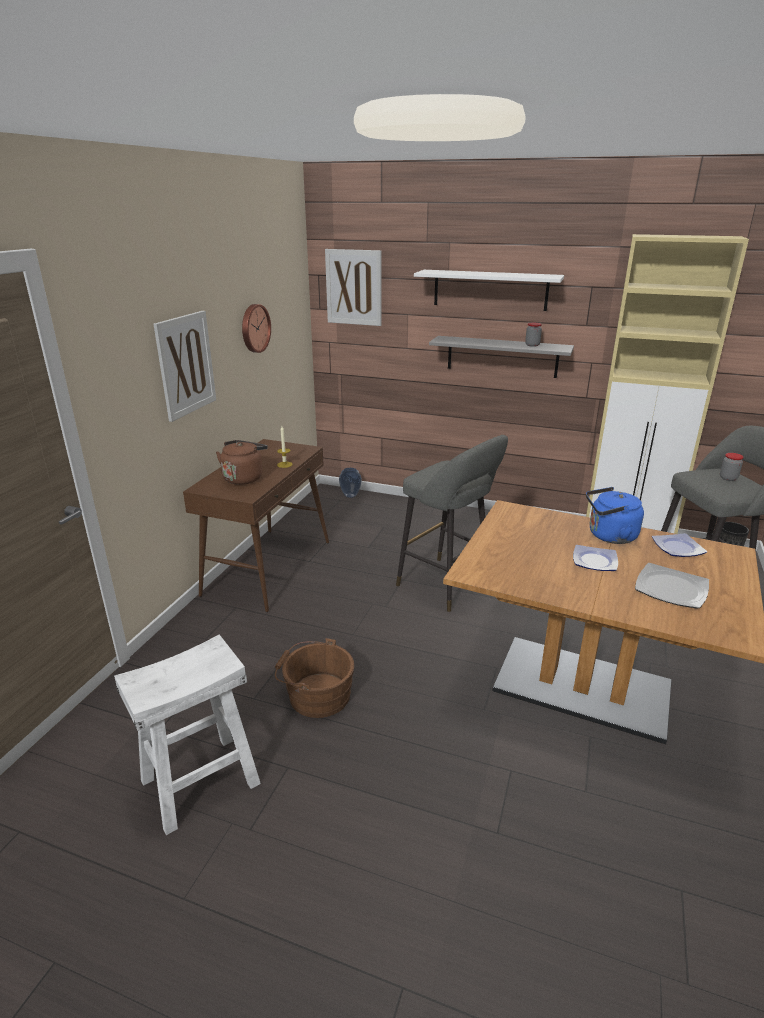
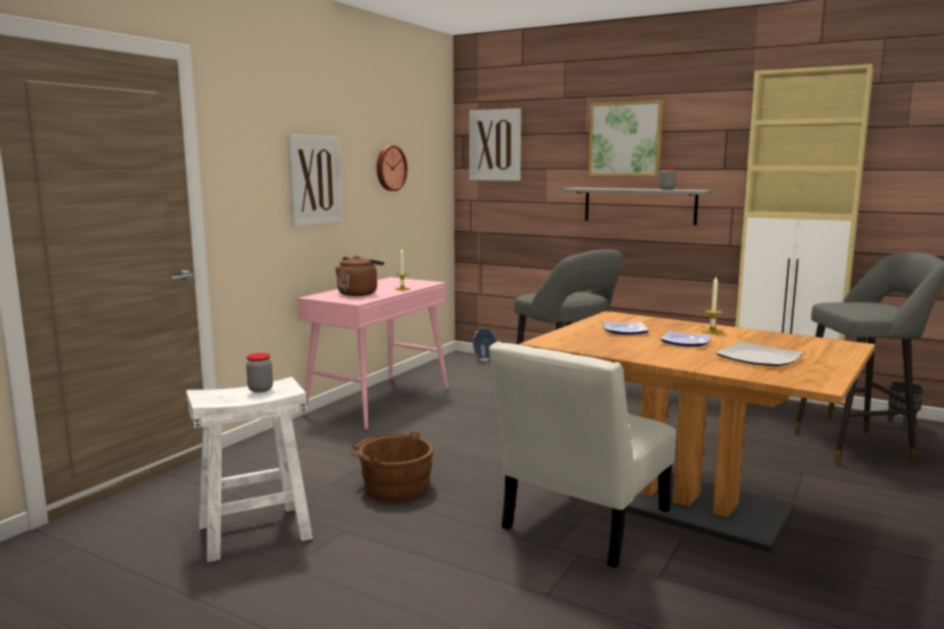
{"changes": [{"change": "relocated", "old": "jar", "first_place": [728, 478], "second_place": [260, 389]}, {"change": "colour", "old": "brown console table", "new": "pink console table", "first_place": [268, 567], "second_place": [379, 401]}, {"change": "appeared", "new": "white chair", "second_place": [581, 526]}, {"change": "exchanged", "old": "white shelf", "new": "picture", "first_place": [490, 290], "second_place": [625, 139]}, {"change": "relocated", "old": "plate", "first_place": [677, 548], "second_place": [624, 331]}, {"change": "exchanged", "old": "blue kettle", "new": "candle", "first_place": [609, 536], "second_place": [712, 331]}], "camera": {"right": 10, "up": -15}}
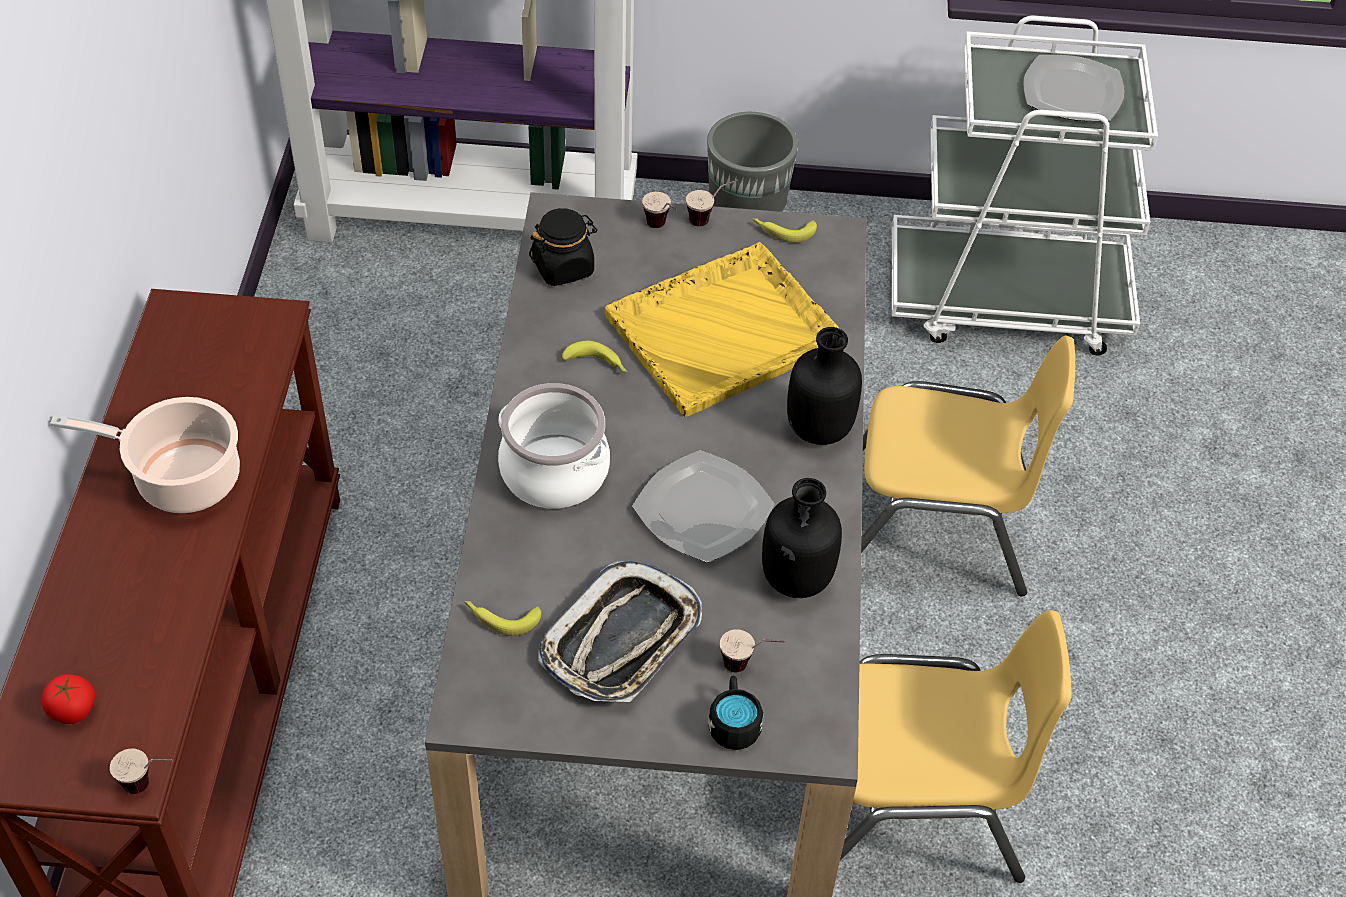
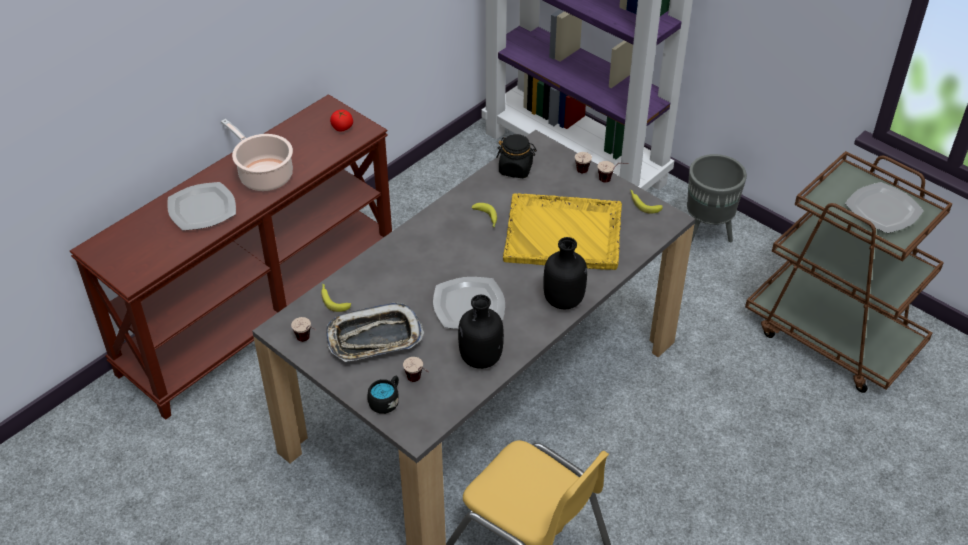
{"changes": [{"change": "appeared", "new": "plate", "second_place": [202, 208]}, {"change": "relocated", "old": "cup", "first_place": [151, 785], "second_place": [307, 341]}, {"change": "relocated", "old": "tomato", "first_place": [72, 710], "second_place": [342, 128]}, {"change": "colour", "old": "white cart", "new": "brown cart", "first_place": [1007, 299], "second_place": [833, 336]}, {"change": "missing", "old": "cooking pot", "first_place": [555, 471]}, {"change": "missing", "old": "yellow chair", "first_place": [935, 527]}], "camera": {"right": 40, "up": -5}}
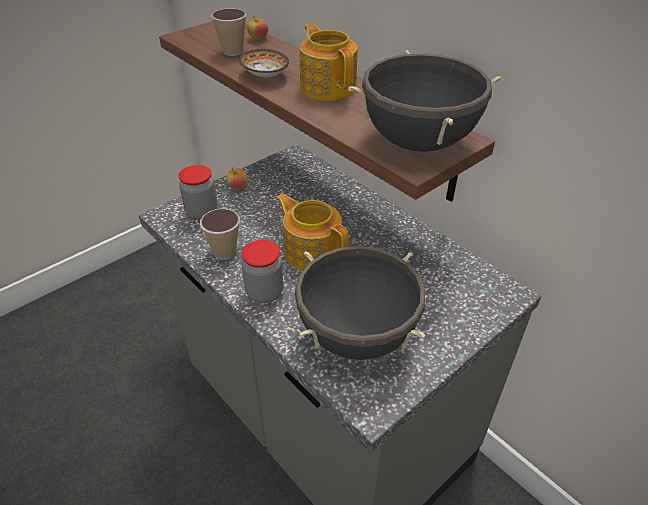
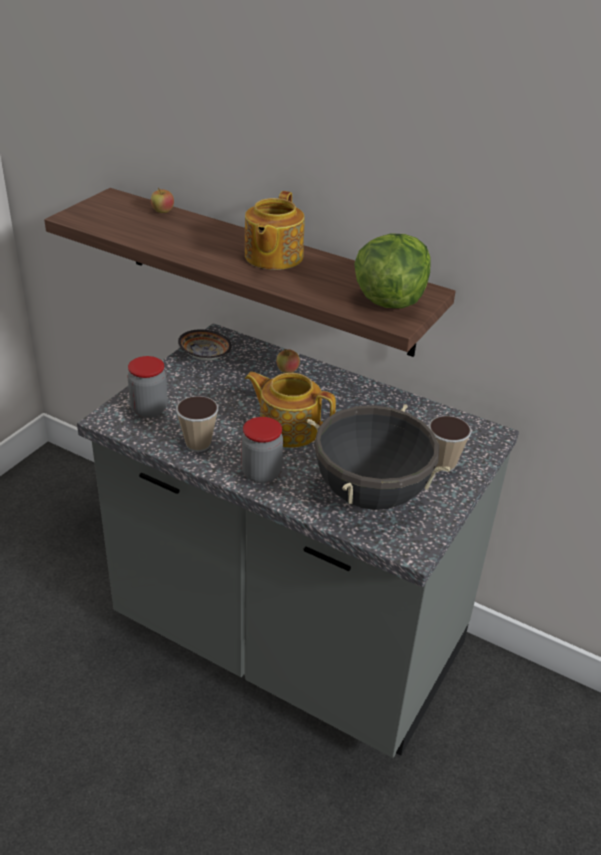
{"changes": [{"change": "relocated", "old": "bowl", "first_place": [265, 75], "second_place": [205, 356]}, {"change": "spun", "old": "teapot", "first_place": [328, 87], "second_place": [272, 257], "degrees": -120}, {"change": "relocated", "old": "apple", "first_place": [238, 187], "second_place": [287, 371]}, {"change": "exchanged", "old": "black cooking pot", "new": "lettuce", "first_place": [418, 142], "second_place": [389, 300]}, {"change": "relocated", "old": "cup", "first_place": [232, 51], "second_place": [443, 464]}], "camera": {"right": -20, "up": -5}}
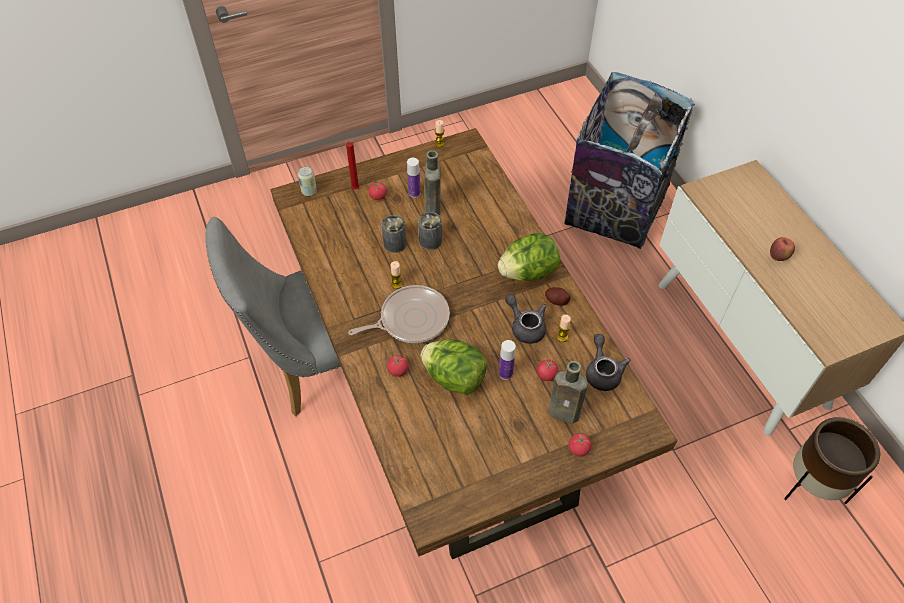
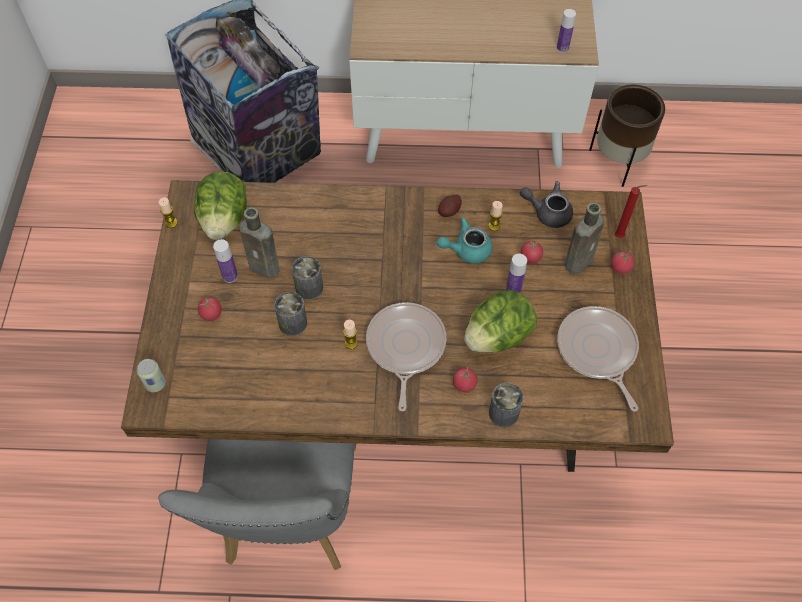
{"changes": [{"change": "relocated", "old": "lettuce", "first_place": [528, 272], "second_place": [224, 219]}, {"change": "colour", "old": "grey teapot", "new": "turquoise teapot", "first_place": [525, 326], "second_place": [466, 250]}, {"change": "appeared", "new": "can", "second_place": [503, 413]}, {"change": "appeared", "new": "bottle", "second_place": [562, 48]}, {"change": "appeared", "new": "frying pan", "second_place": [597, 351]}, {"change": "relocated", "old": "red candle", "first_place": [355, 190], "second_place": [620, 236]}, {"change": "missing", "old": "apple", "first_place": [778, 257]}], "camera": {"right": -65, "up": 5}}
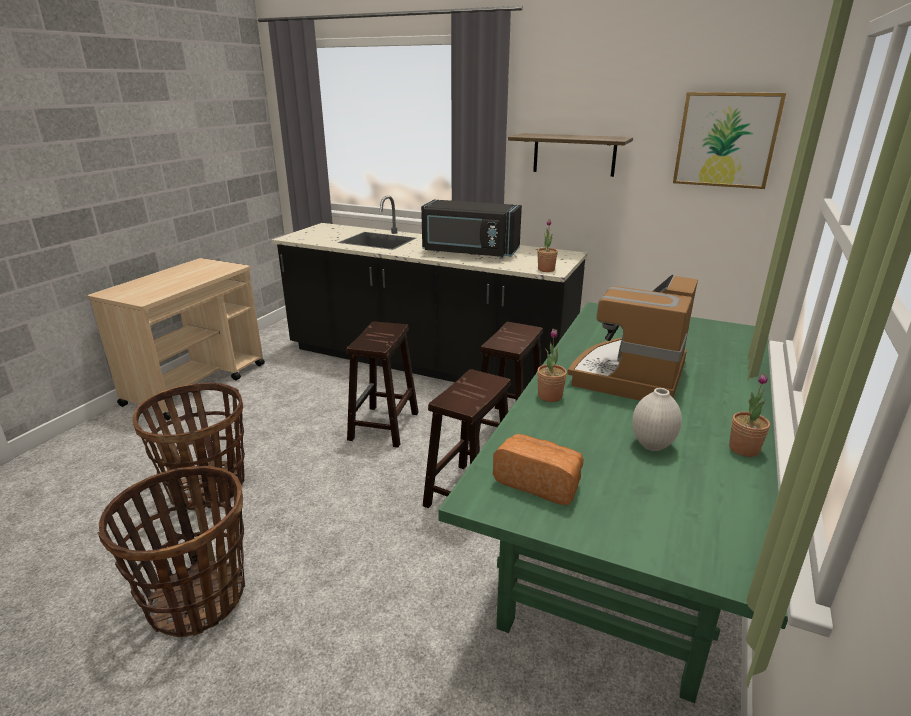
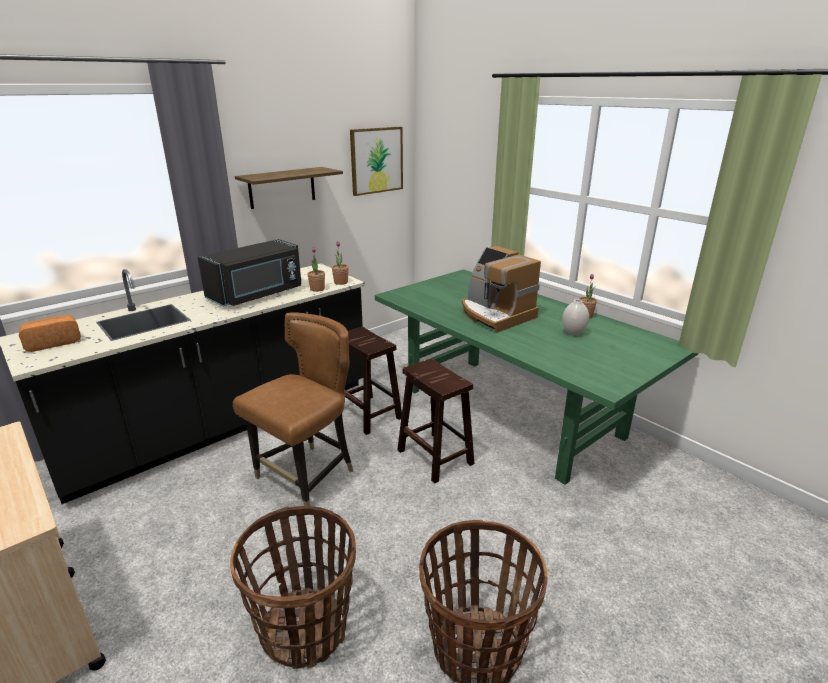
{"changes": [{"change": "relocated", "old": "bread", "first_place": [539, 482], "second_place": [53, 343]}, {"change": "exchanged", "old": "brown stool", "new": "brown chair", "first_place": [384, 426], "second_place": [307, 476]}, {"change": "relocated", "old": "potted plant", "first_place": [550, 396], "second_place": [317, 289]}], "camera": {"right": -65, "up": 0}}
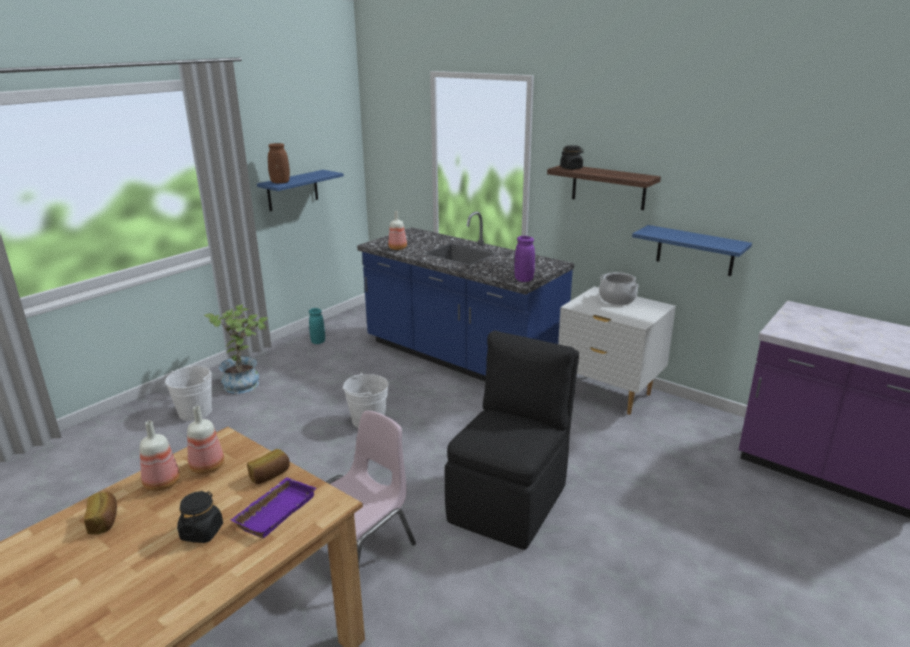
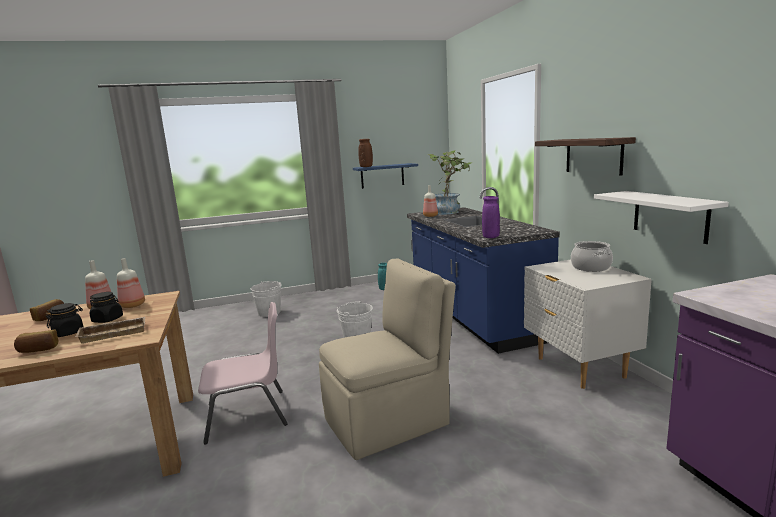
{"changes": [{"change": "relocated", "old": "bread", "first_place": [270, 475], "second_place": [38, 350]}, {"change": "colour", "old": "purple tray", "new": "beige tray", "first_place": [275, 510], "second_place": [114, 333]}, {"change": "relocated", "old": "black jar", "first_place": [571, 168], "second_place": [108, 319]}, {"change": "colour", "old": "black chair", "new": "beige chair", "first_place": [510, 501], "second_place": [389, 421]}, {"change": "relocated", "old": "potted plant", "first_place": [245, 382], "second_place": [450, 211]}, {"change": "colour", "old": "blue shelf", "new": "white shelf", "first_place": [695, 250], "second_place": [670, 216]}], "camera": {"right": 35, "up": -10}}
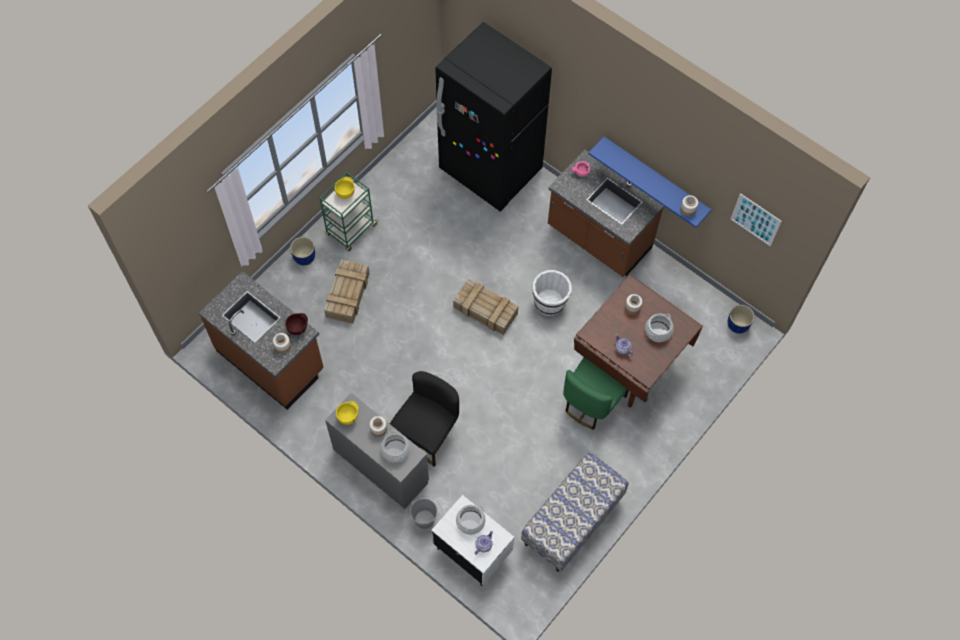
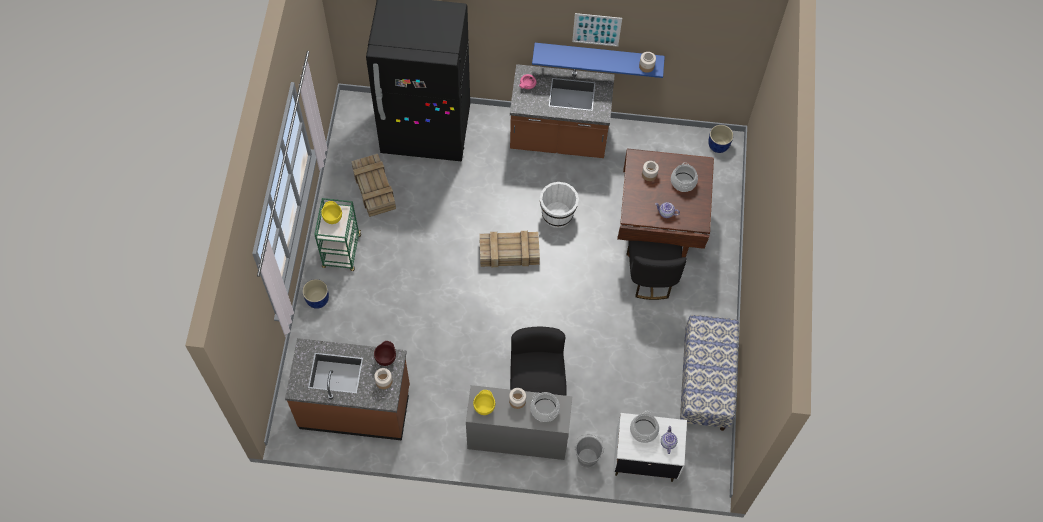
{"changes": [{"change": "relocated", "old": "crate", "first_place": [347, 294], "second_place": [373, 188]}, {"change": "relocated", "old": "picture", "first_place": [755, 219], "second_place": [596, 29]}, {"change": "colour", "old": "green chair", "new": "black chair", "first_place": [592, 401], "second_place": [651, 276]}], "camera": {"right": -35, "up": 0}}
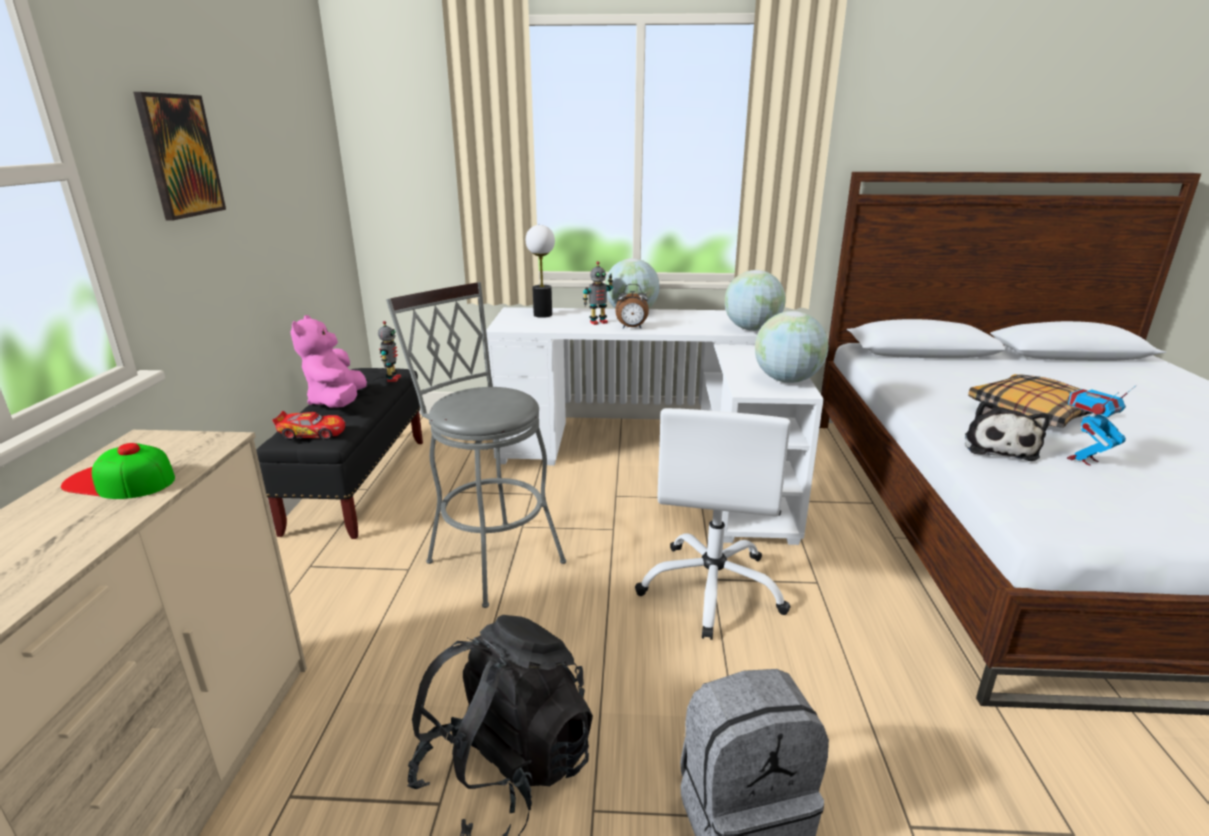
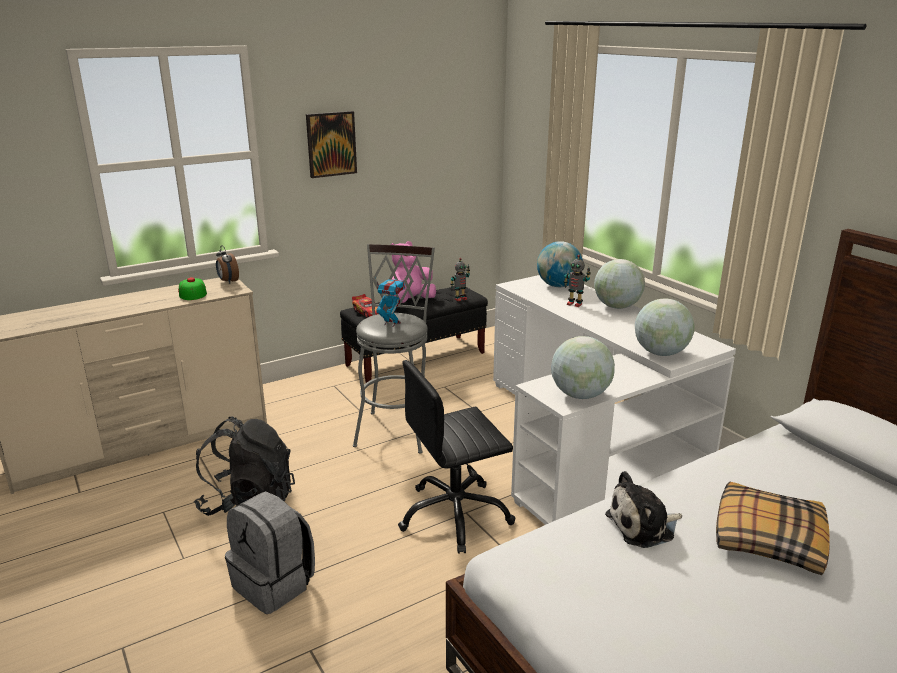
{"changes": [{"change": "relocated", "old": "alarm clock", "first_place": [631, 328], "second_place": [228, 281]}, {"change": "relocated", "old": "toy robot", "first_place": [1082, 459], "second_place": [391, 323]}, {"change": "colour", "old": "white office chair", "new": "black office chair", "first_place": [712, 588], "second_place": [455, 515]}, {"change": "exchanged", "old": "table lamp", "new": "globe", "first_place": [543, 315], "second_place": [558, 286]}], "camera": {"right": 55, "up": 0}}
